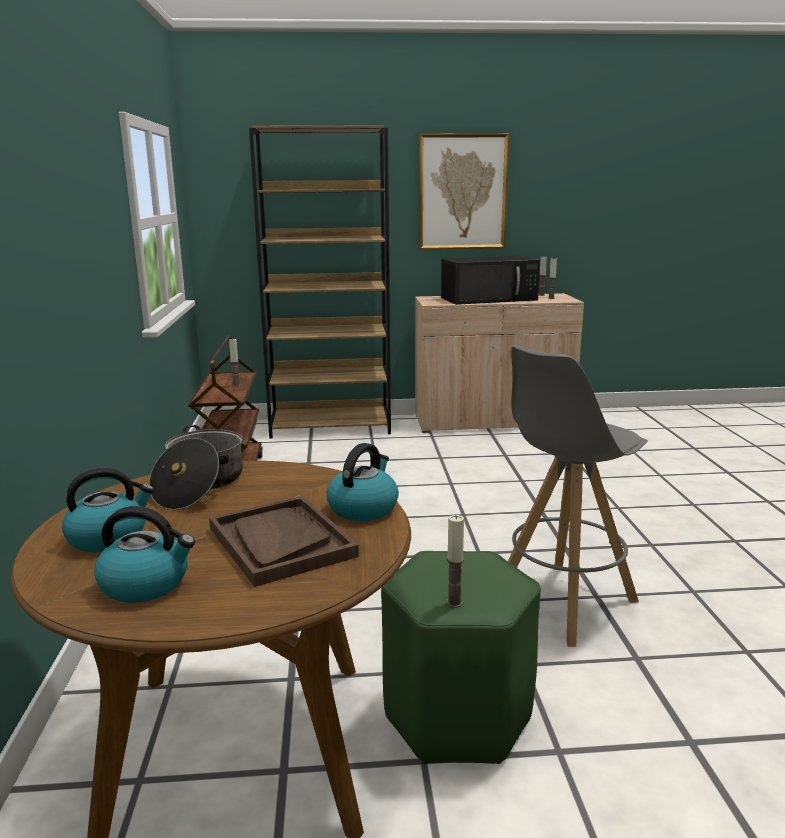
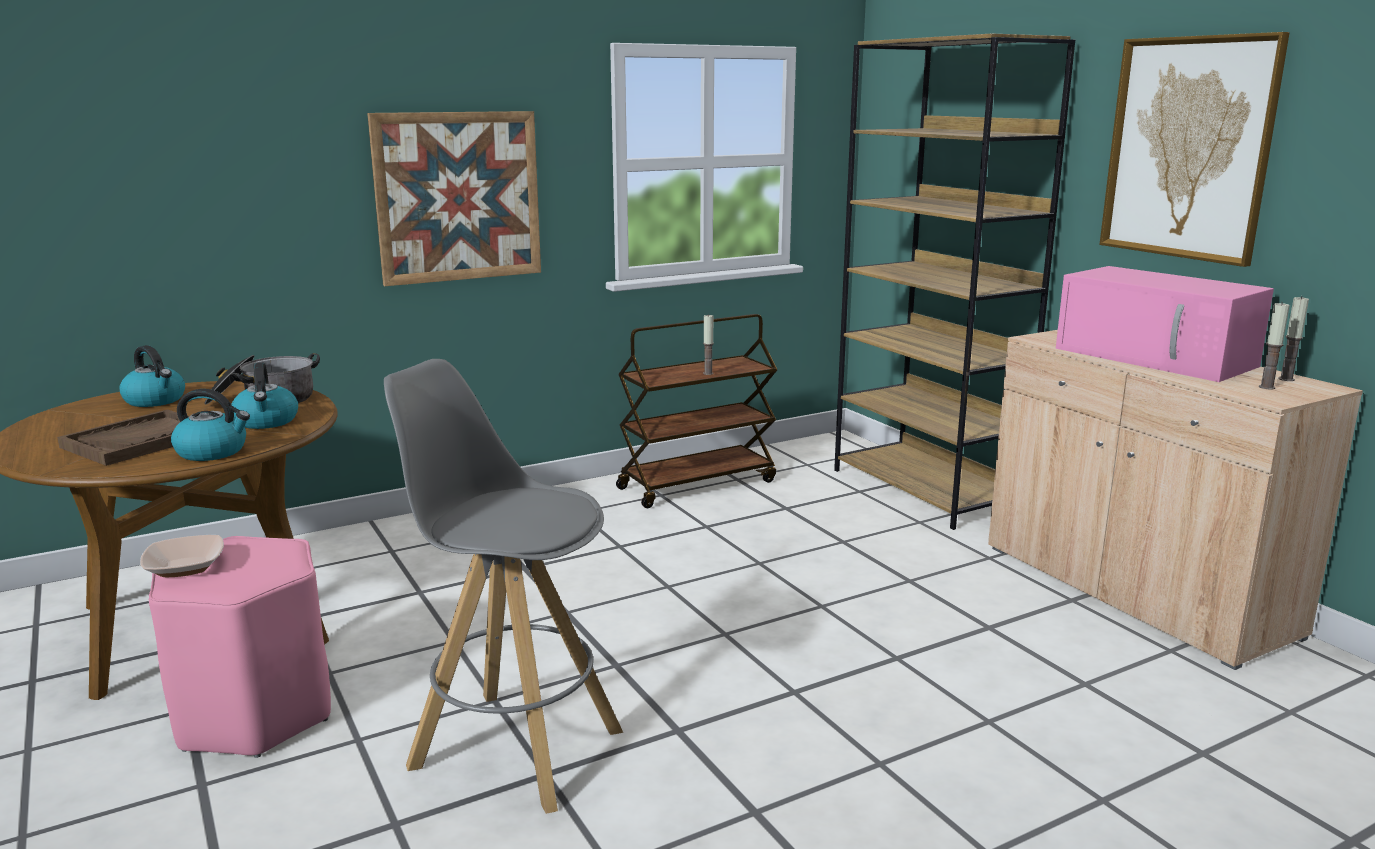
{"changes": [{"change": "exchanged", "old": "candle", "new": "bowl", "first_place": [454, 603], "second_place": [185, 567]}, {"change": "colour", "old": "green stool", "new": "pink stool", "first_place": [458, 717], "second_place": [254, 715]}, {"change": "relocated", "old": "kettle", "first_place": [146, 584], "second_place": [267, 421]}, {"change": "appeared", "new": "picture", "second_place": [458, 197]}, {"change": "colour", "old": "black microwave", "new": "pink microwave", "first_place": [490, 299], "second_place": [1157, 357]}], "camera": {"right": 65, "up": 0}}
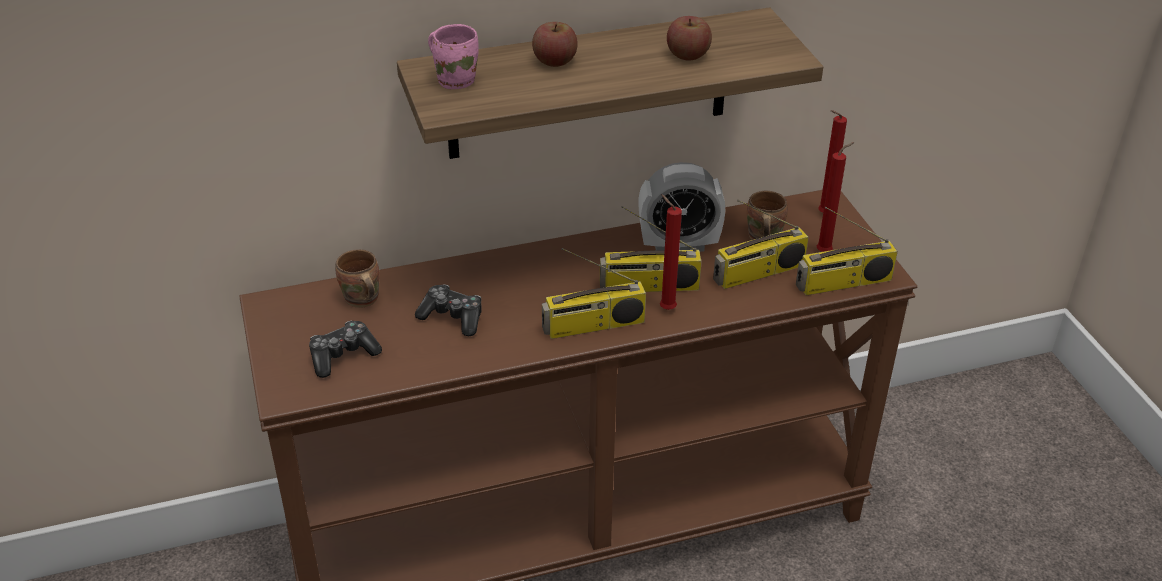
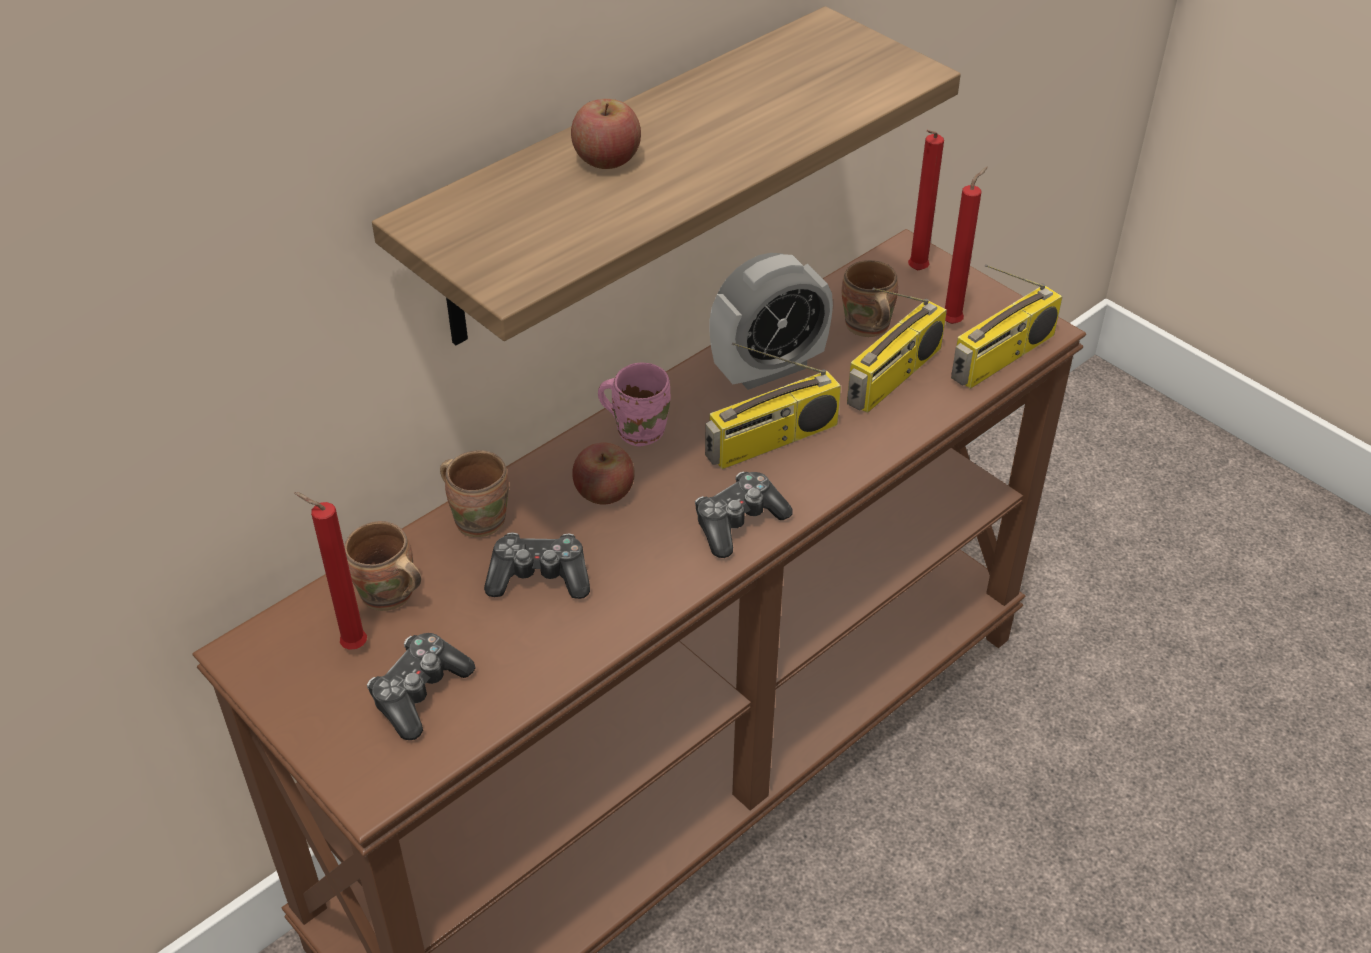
{"changes": [{"change": "relocated", "old": "red candle", "first_place": [665, 308], "second_place": [350, 646]}, {"change": "appeared", "new": "brown mug", "second_place": [480, 518]}, {"change": "relocated", "old": "apple", "first_place": [688, 55], "second_place": [604, 492]}, {"change": "relocated", "old": "pink mug", "first_place": [456, 79], "second_place": [638, 429]}, {"change": "exchanged", "old": "radio", "new": "game controller", "first_place": [593, 326], "second_place": [738, 523]}], "camera": {"right": -25, "up": 5}}
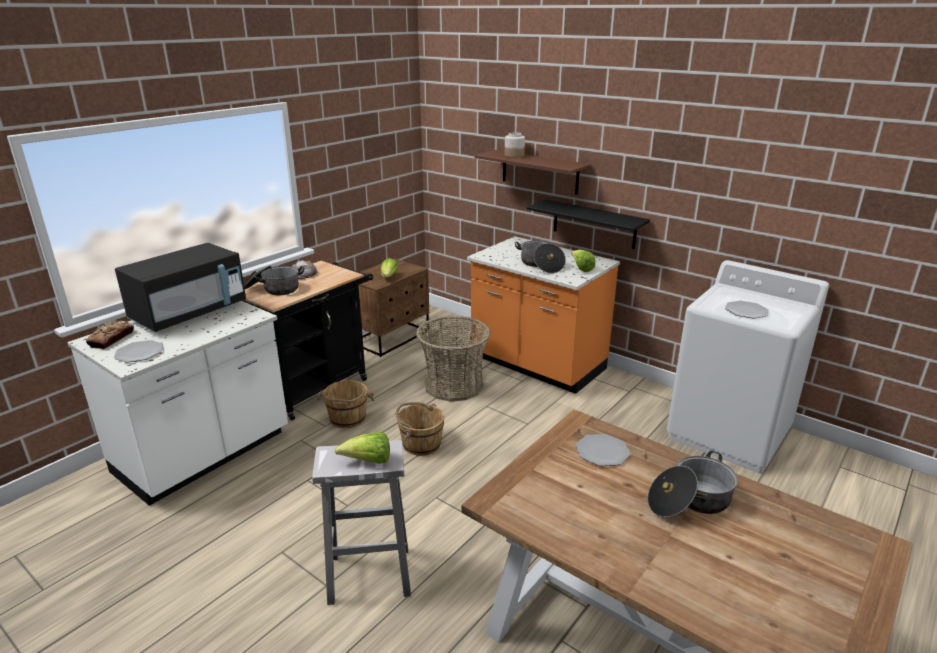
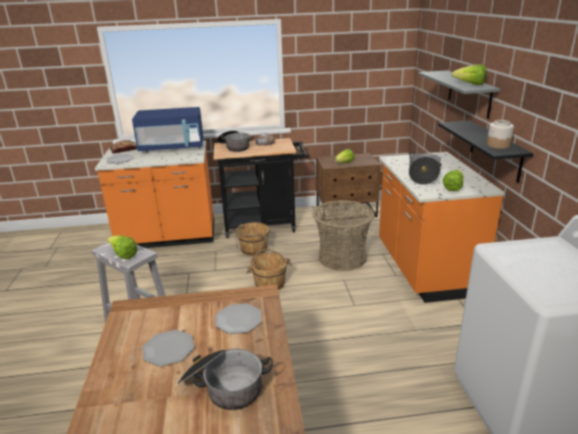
{"changes": [{"change": "colour", "old": "white counter", "new": "orange counter", "first_place": [204, 454], "second_place": [168, 237]}, {"change": "colour", "old": "black microwave", "new": "blue microwave", "first_place": [190, 313], "second_place": [172, 147]}, {"change": "relocated", "old": "plate", "first_place": [746, 311], "second_place": [168, 349]}, {"change": "colour", "old": "brown shelf", "new": "grey shelf", "first_place": [539, 172], "second_place": [469, 93]}, {"change": "appeared", "new": "lettuce", "second_place": [470, 84]}, {"change": "relocated", "old": "jar", "first_place": [514, 155], "second_place": [498, 145]}], "camera": {"right": 45, "up": 0}}
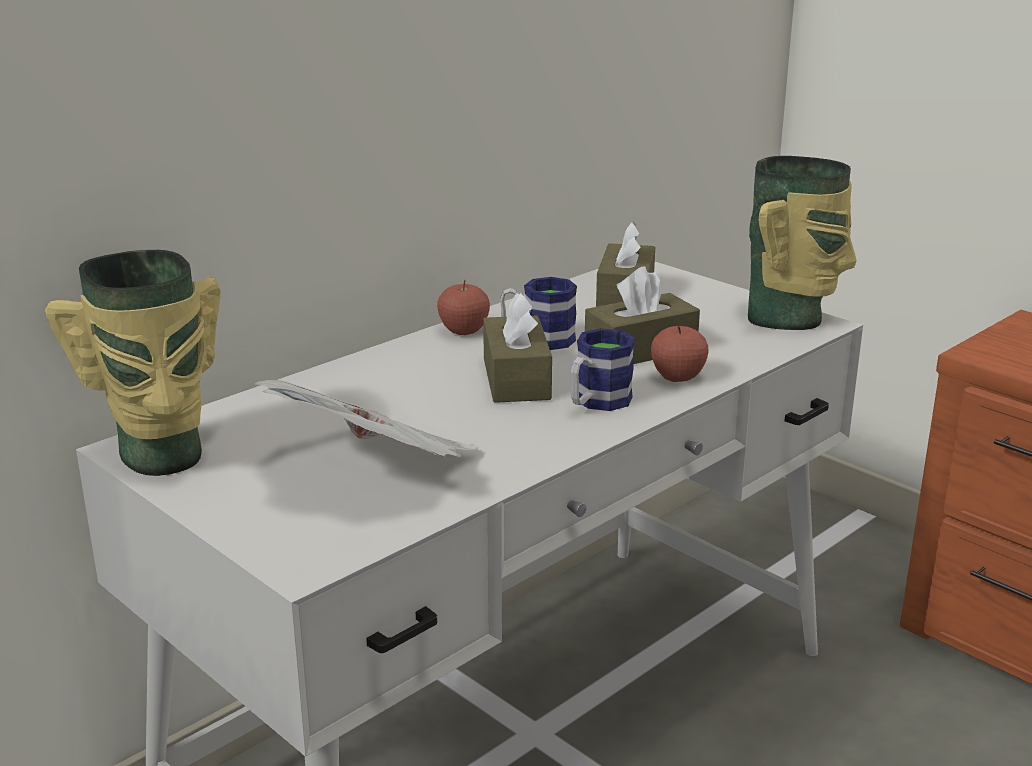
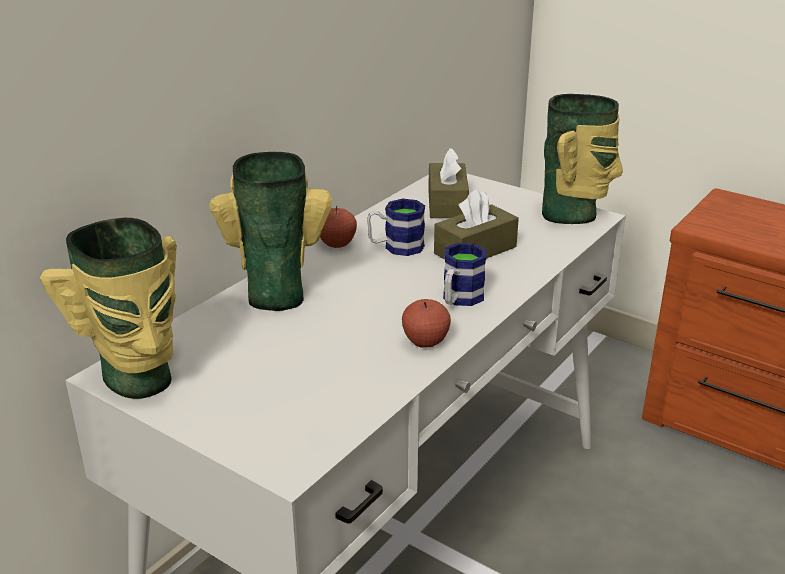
{"changes": [{"change": "appeared", "new": "vase", "second_place": [276, 292]}, {"change": "relocated", "old": "apple", "first_place": [678, 377], "second_place": [425, 342]}, {"change": "missing", "old": "newspaper", "first_place": [376, 471]}, {"change": "missing", "old": "brown tissue box", "first_place": [516, 379]}], "camera": {"right": -10, "up": 5}}
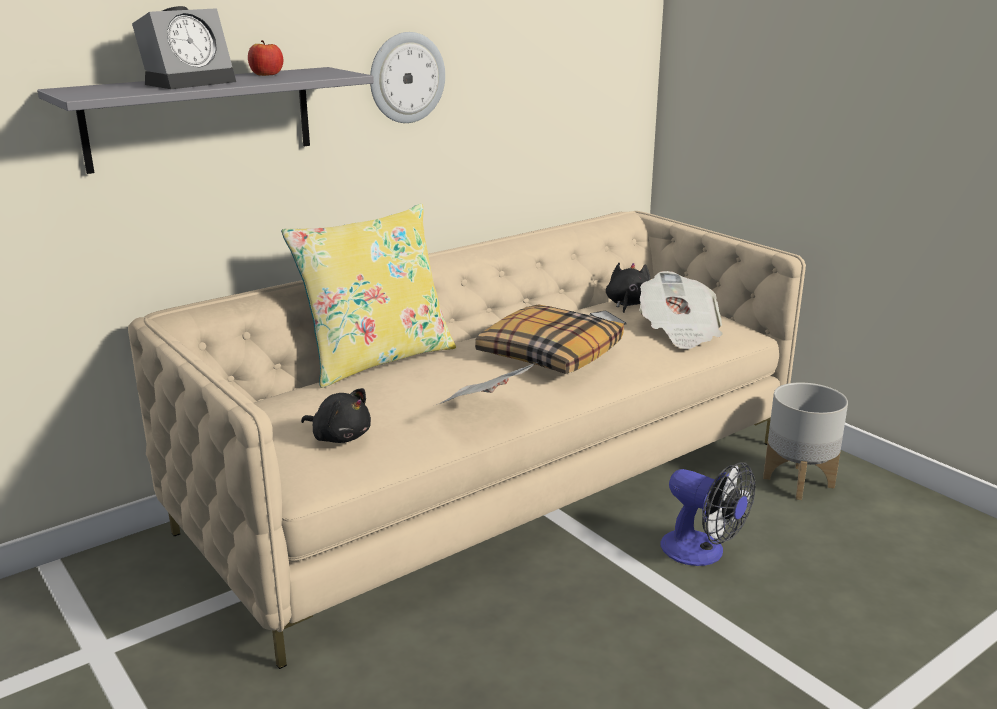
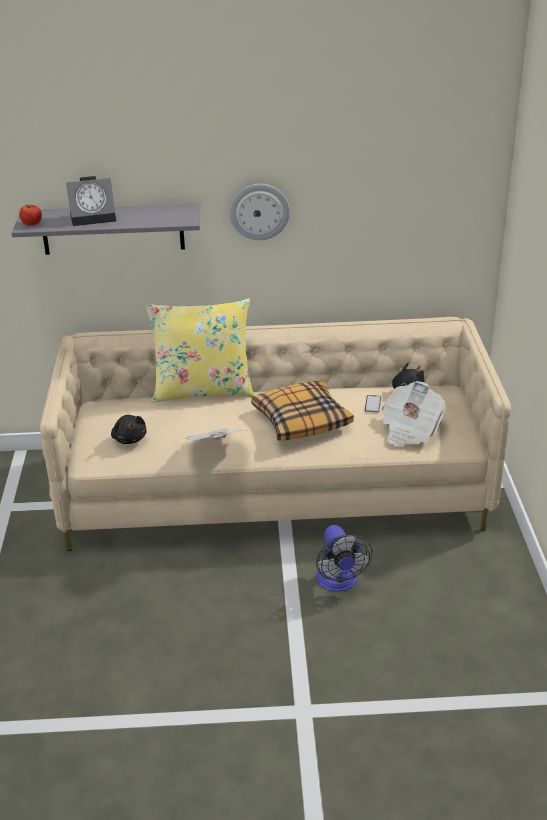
{"changes": [{"change": "relocated", "old": "apple", "first_place": [266, 75], "second_place": [32, 223]}, {"change": "missing", "old": "grey planter", "first_place": [799, 482]}], "camera": {"right": 35, "up": 10}}
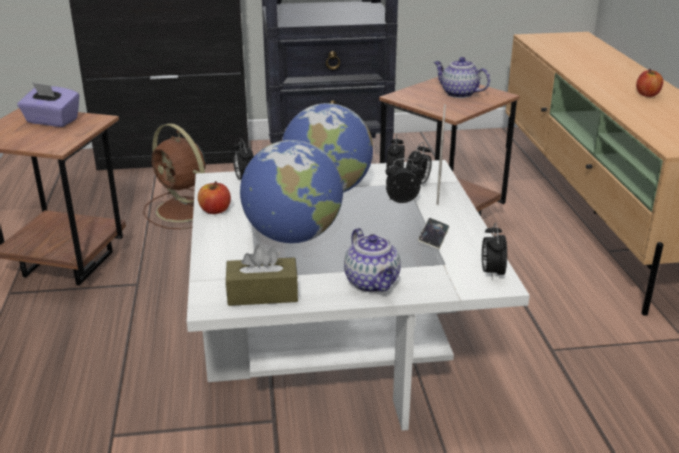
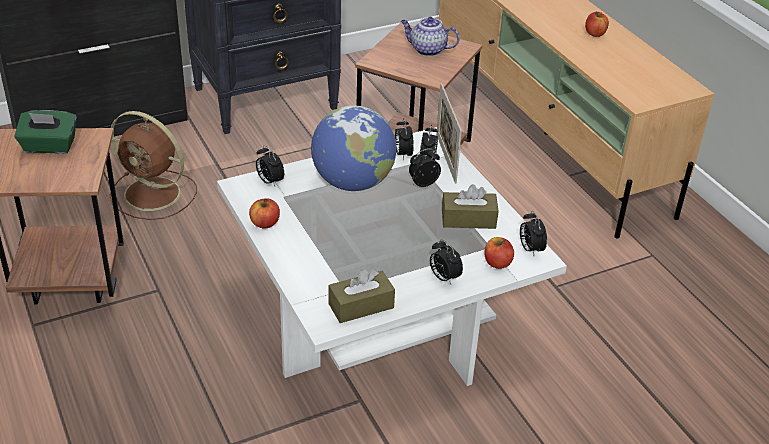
{"changes": [{"change": "colour", "old": "purple tissue box", "new": "green tissue box", "first_place": [52, 121], "second_place": [49, 146]}, {"change": "exchanged", "old": "teapot", "new": "alarm clock", "first_place": [373, 283], "second_place": [443, 277]}, {"change": "exchanged", "old": "phone", "new": "brown tissue box", "first_place": [433, 236], "second_place": [468, 219]}, {"change": "appeared", "new": "apple", "second_place": [497, 263]}, {"change": "missing", "old": "globe", "first_place": [293, 237]}], "camera": {"right": -20, "up": 10}}
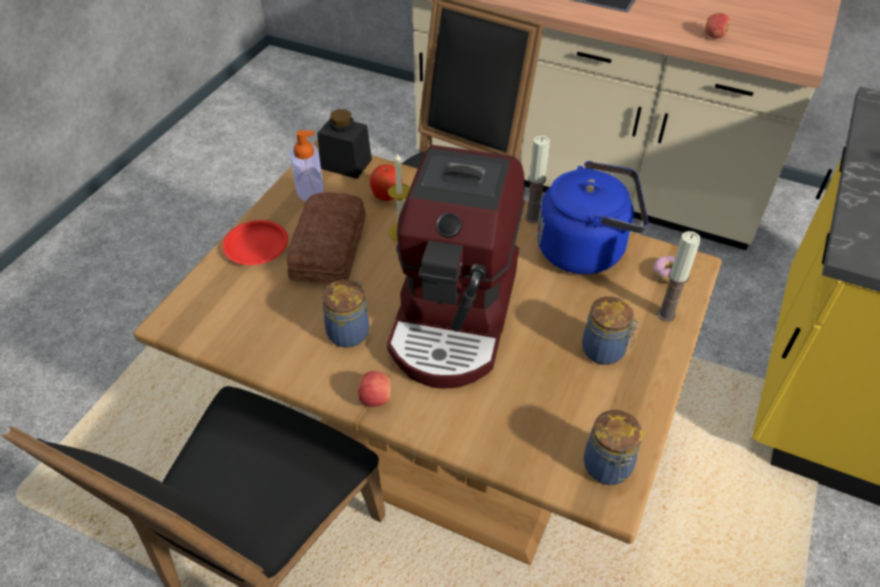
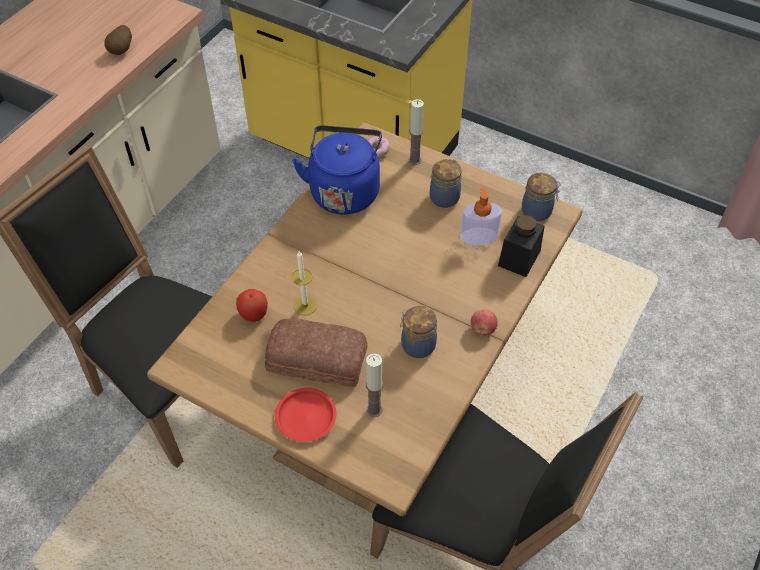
{"changes": [{"change": "exchanged", "old": "apple", "new": "potato", "first_place": [714, 36], "second_place": [122, 51]}, {"change": "relocated", "old": "candle", "first_place": [532, 217], "second_place": [374, 410]}, {"change": "relocated", "old": "soap dispenser", "first_place": [309, 189], "second_place": [478, 236]}, {"change": "relocated", "old": "black jar", "first_place": [346, 164], "second_place": [519, 258]}, {"change": "missing", "old": "coffee machine", "first_place": [456, 316]}], "camera": {"right": -85, "up": 5}}
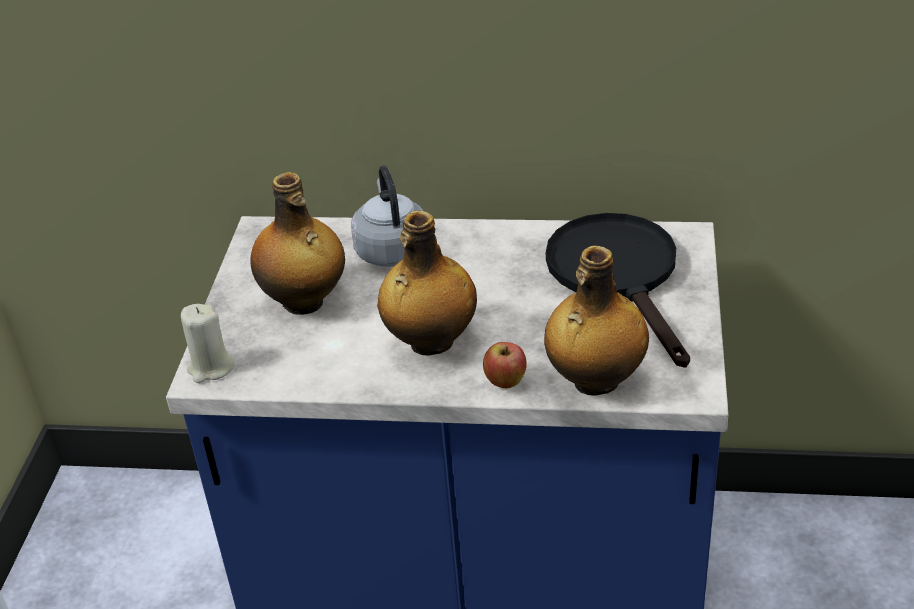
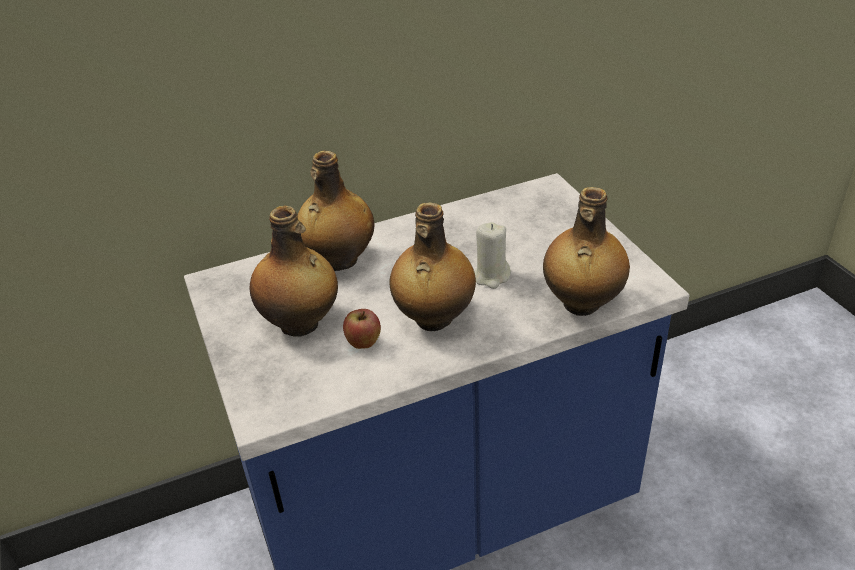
{"changes": [{"change": "exchanged", "old": "grey kettle", "new": "bottle", "first_place": [391, 249], "second_place": [339, 261]}, {"change": "relocated", "old": "apple", "first_place": [505, 383], "second_place": [364, 344]}, {"change": "relocated", "old": "beige candle", "first_place": [210, 368], "second_place": [491, 276]}, {"change": "missing", "old": "black frying pan", "first_place": [619, 276]}], "camera": {"right": -30, "up": 0}}
